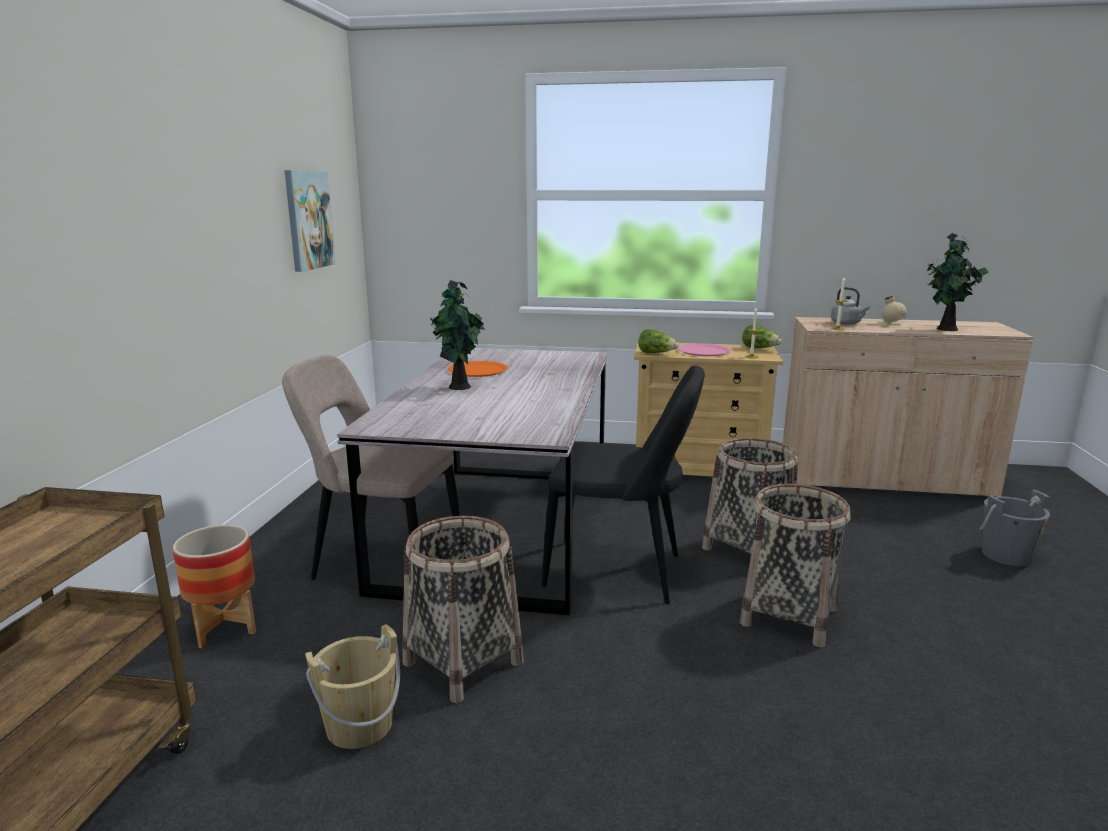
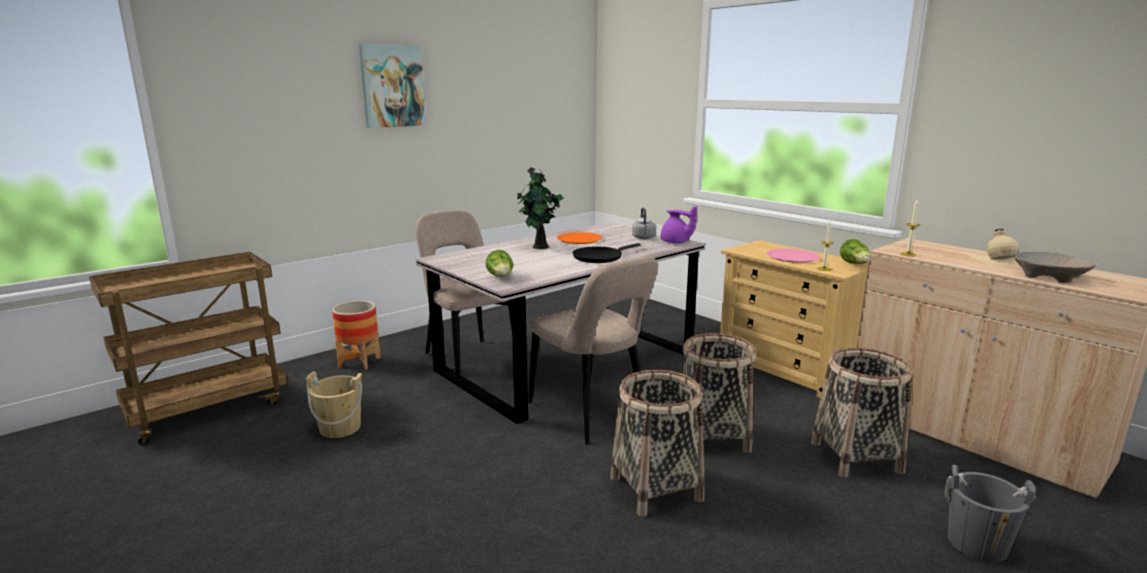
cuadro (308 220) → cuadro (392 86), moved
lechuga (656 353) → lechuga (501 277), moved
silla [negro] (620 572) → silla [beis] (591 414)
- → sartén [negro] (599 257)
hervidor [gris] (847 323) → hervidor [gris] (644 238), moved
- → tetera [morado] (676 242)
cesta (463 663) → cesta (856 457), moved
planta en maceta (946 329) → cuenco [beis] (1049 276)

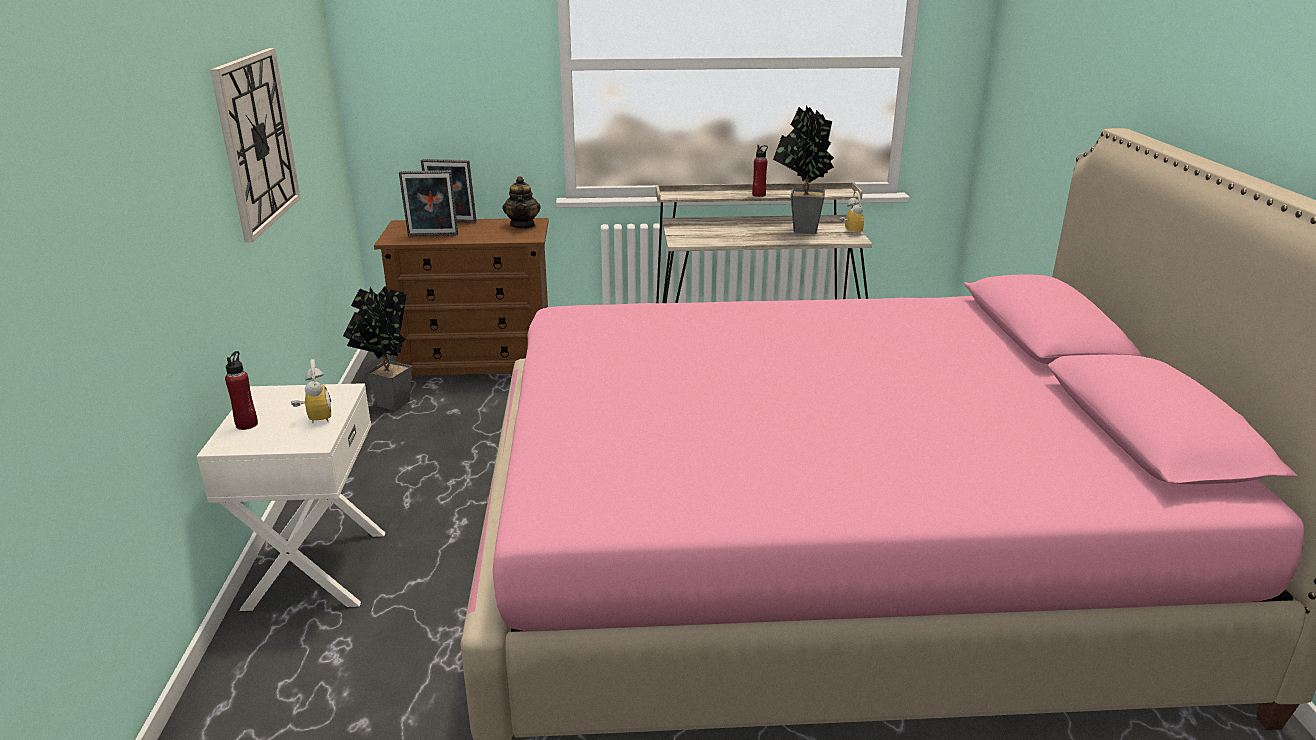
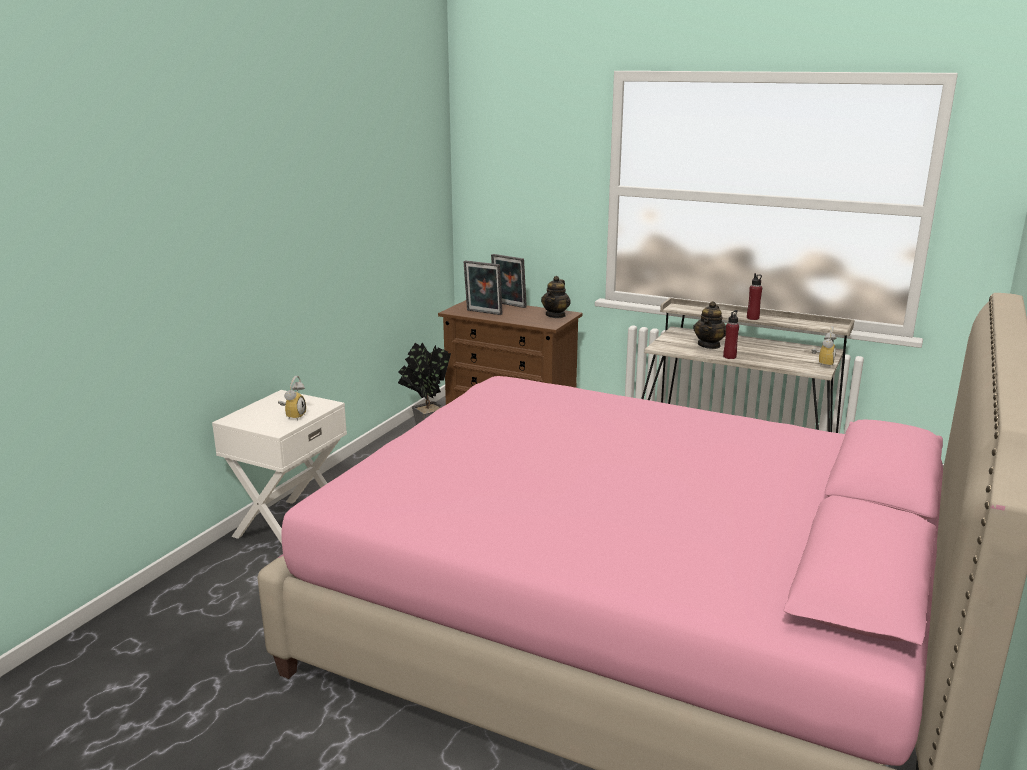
- → tetera (709 345)
botella [rojo] (247 424) → botella [rojo] (729 357), moved
reloj de pared (256 141) → -
planta en maceta (802 231) → -

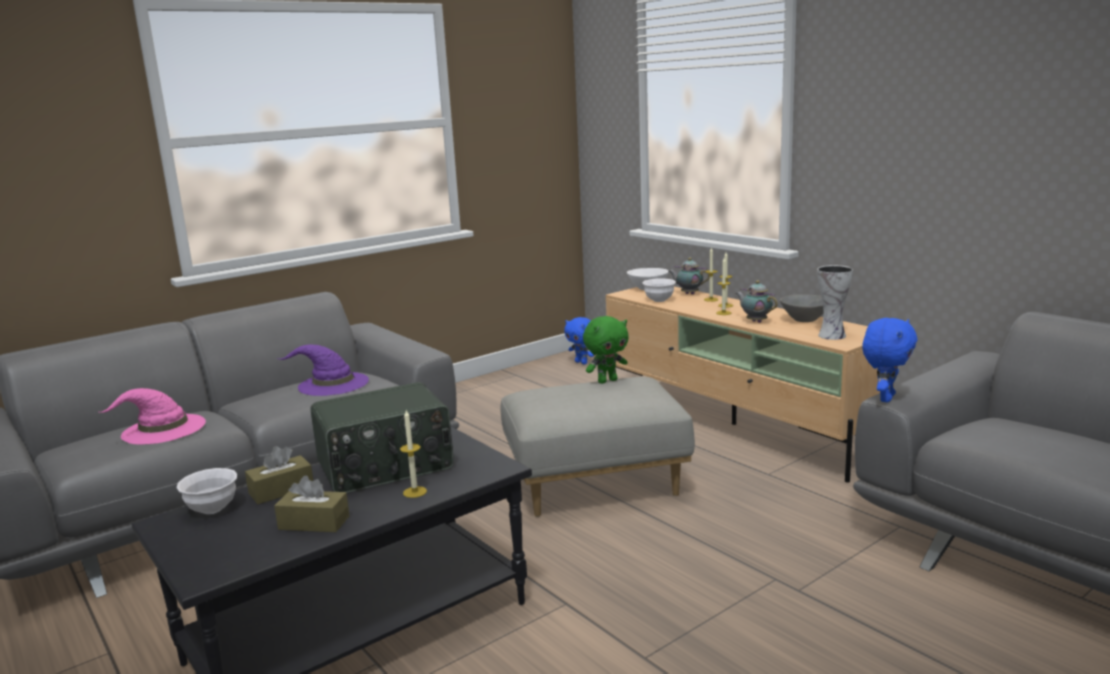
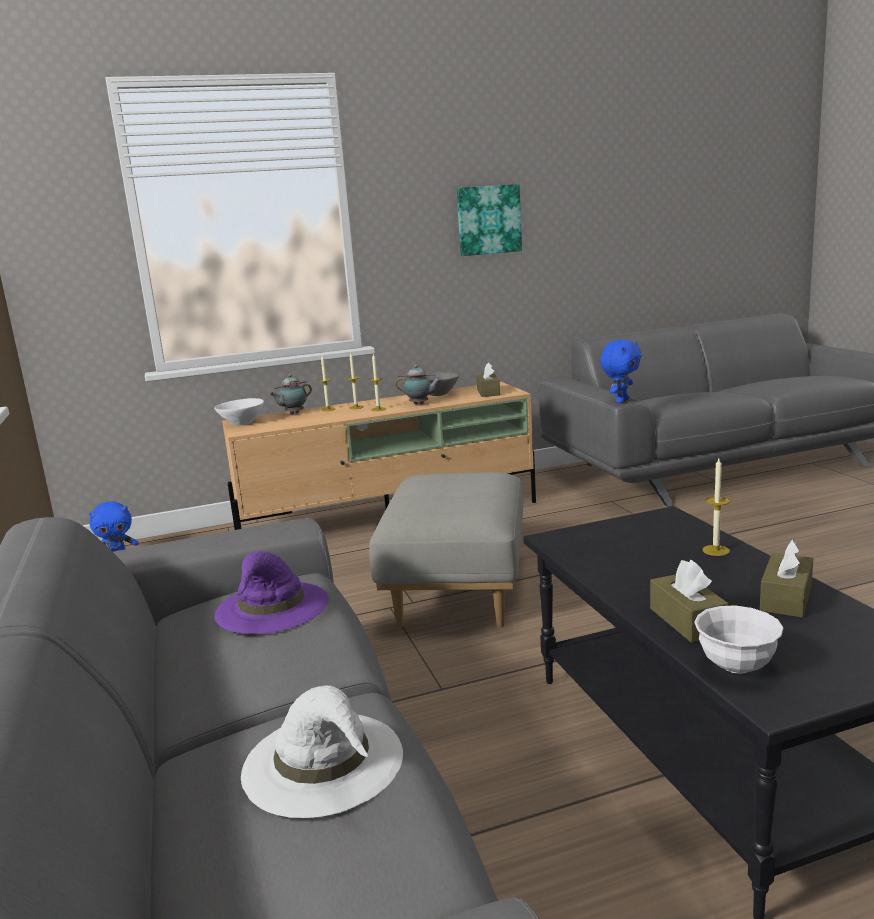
sombrero [rosa] (162 429) → sombrero [blanco] (325 763)
tetera (755 321) → tetera (420 404), 150 degrees counterclockwise
- → cuadro (488 220)
florero (832 335) → caja de pañuelos [marrón] (488 392)
peluche [azul] (885 398) → peluche [azul] (621 401), 75 degrees clockwise
radio (386 467) → -
peluche [verde] (607 381) → -
cuenco [blanco] (659 300) → -

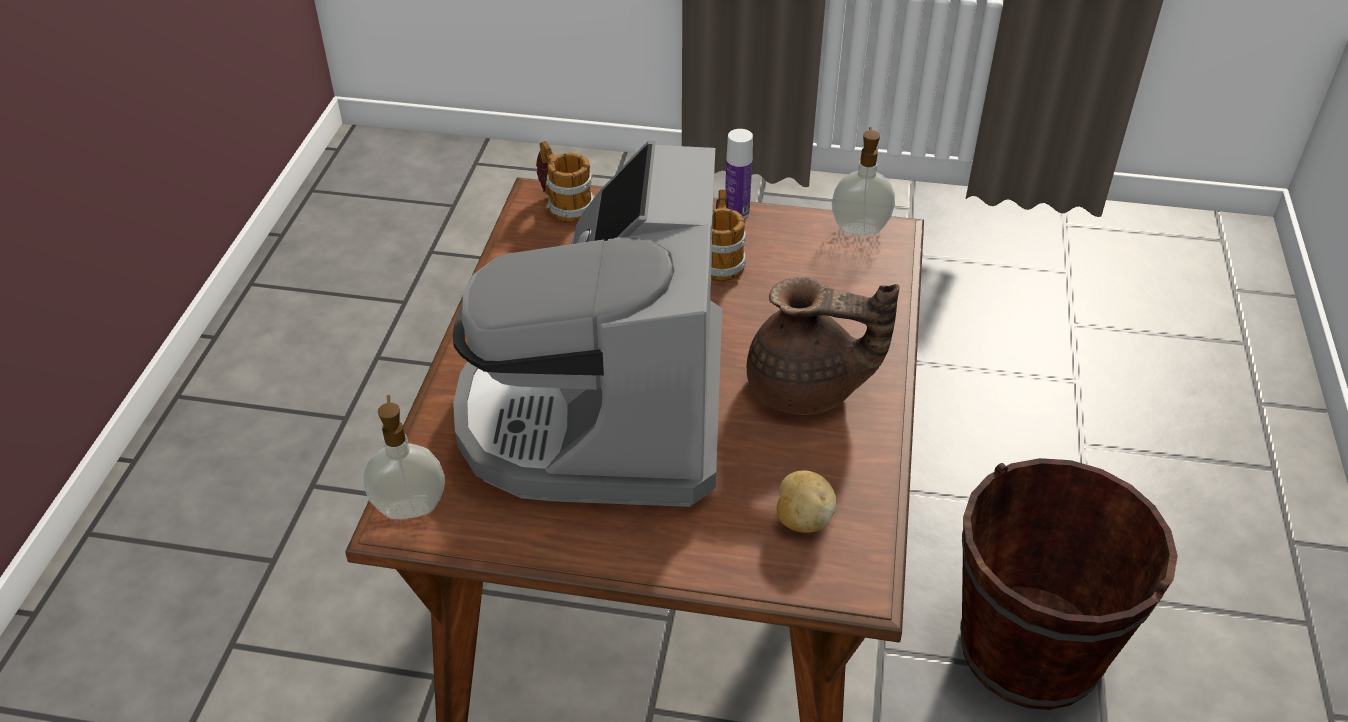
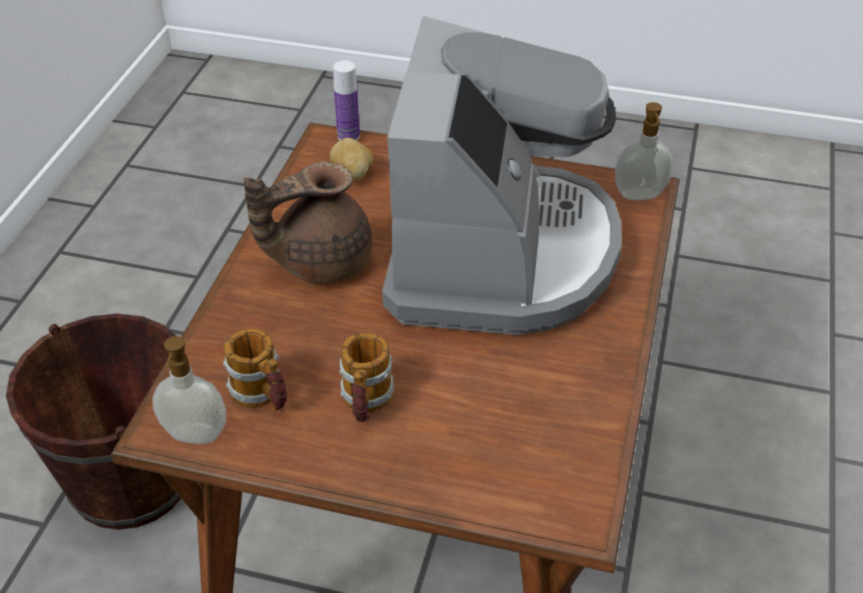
taza grande (564 204) → taza grande (262 395), moved
tetera [marrón] (806 390) → tetera [marrón] (319 261), 45 degrees counterclockwise
botella (737 212) → botella (348 136), moved

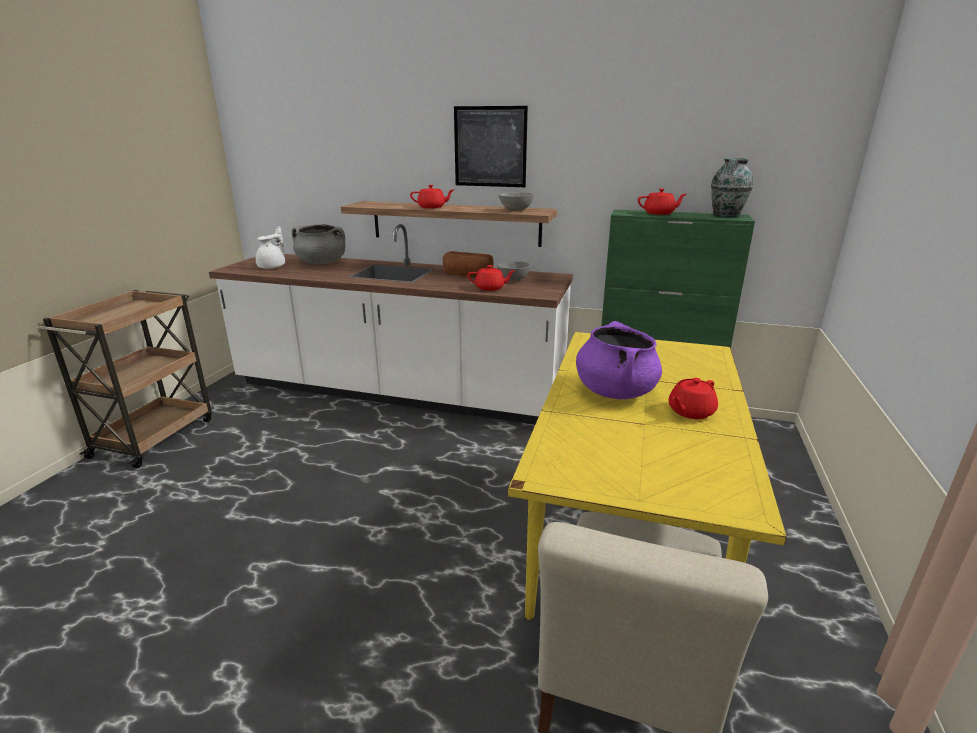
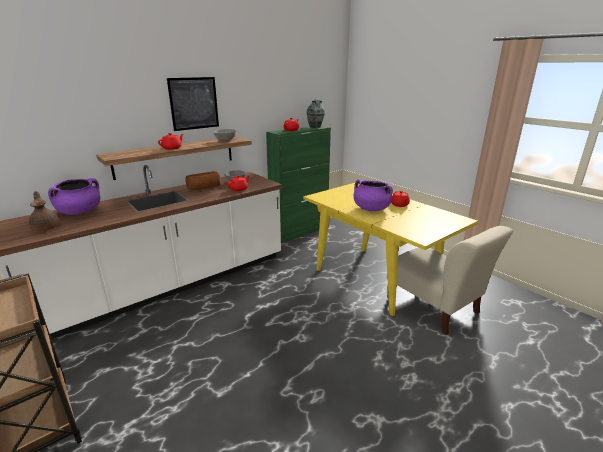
tetera [blanco] (273 267) → tetera [marrón] (47 227)
olla [gris] (321 263) → olla [morado] (80 212)

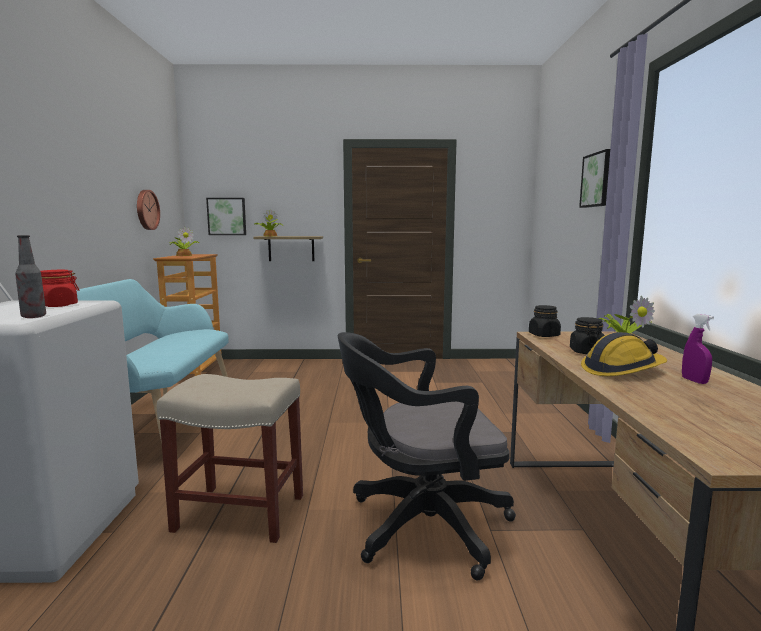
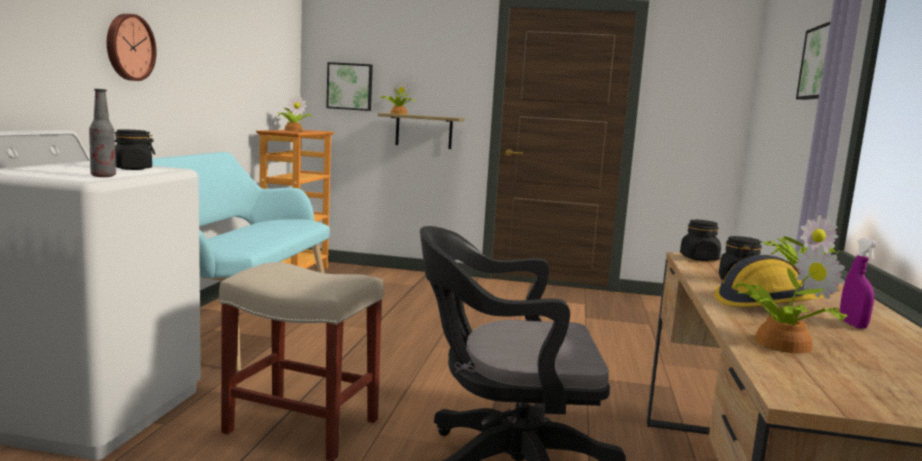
reloj de pared (146 210) → reloj de pared (128 47), moved
tarro [rojo] (58 305) → tarro [negro] (132 168)
- → planta en maceta (778 343)

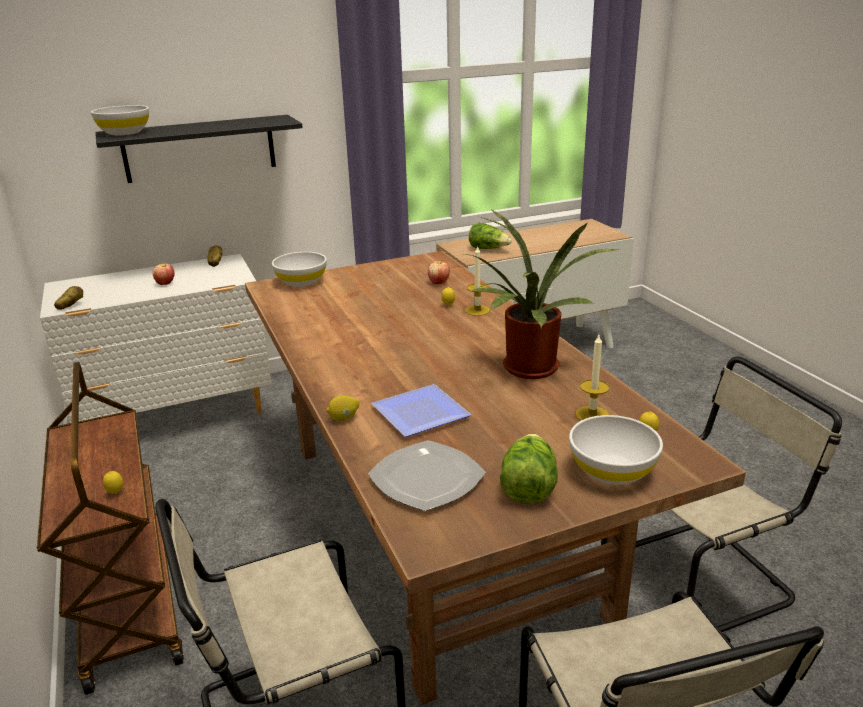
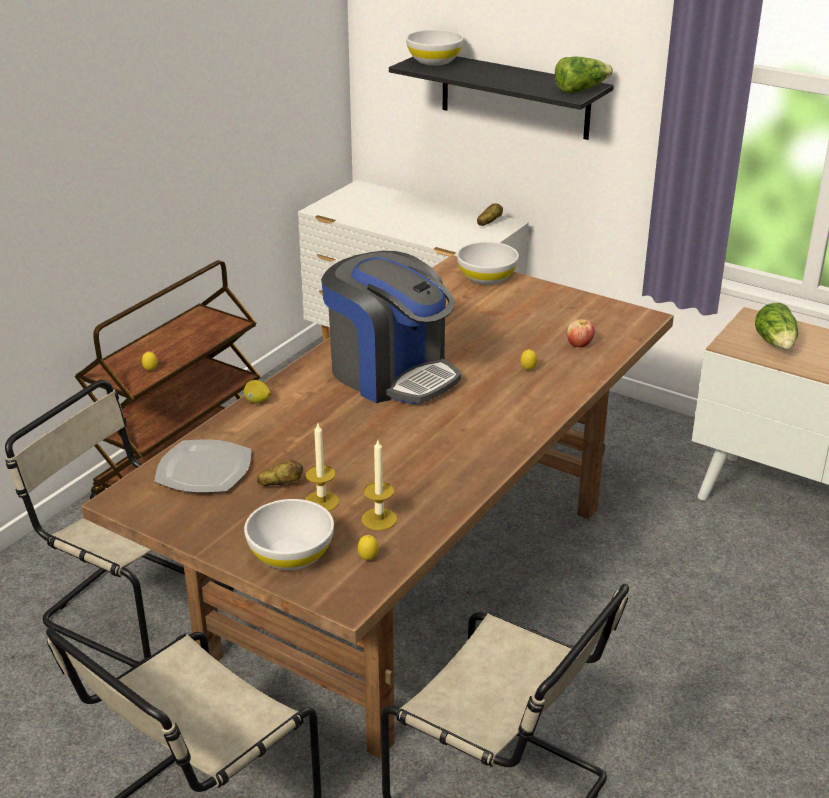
patata (70 306) → patata (281 484), moved
vela (477 310) → vela (321 501), moved
- → cafetera (391 374)
lechuga (527 485) → lechuga (580 90), moved
manzana (165 283) → -
plato (417 413) → -
planta en maceta (528 371) → -

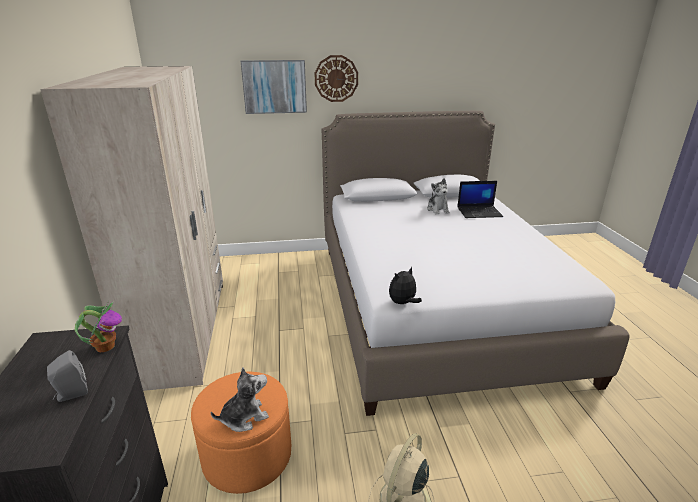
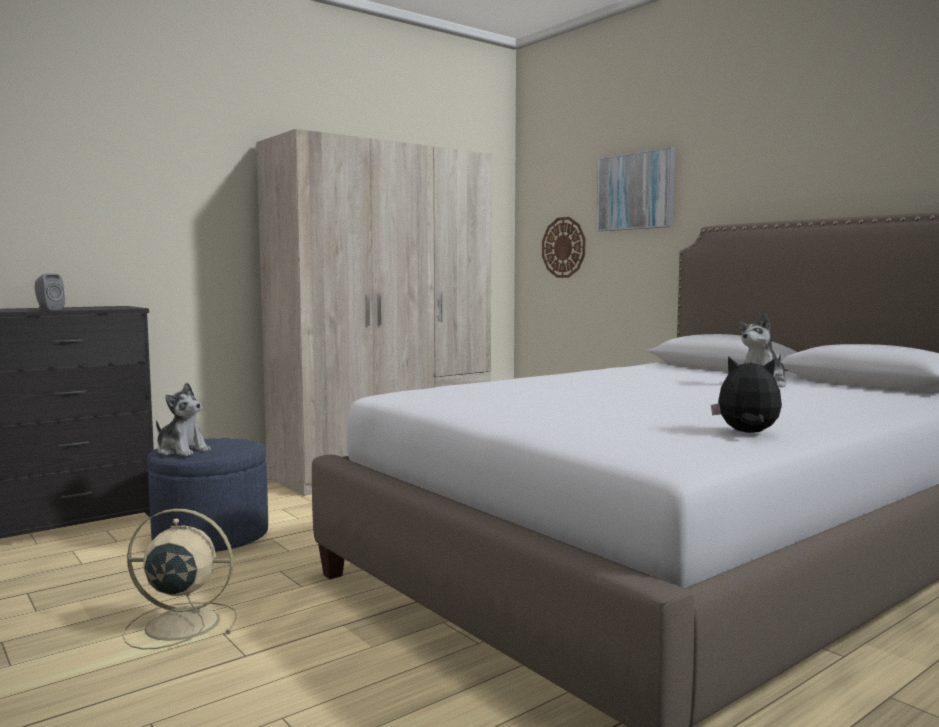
puf [naranja] (247 455) → puf [azul] (211 537)
reloj de pared (336 78) → reloj de pared (564 247), moved
peluche (403 303) → peluche (747 433), moved
planta en maceta (105 346) → -
portátil (479 212) → -

